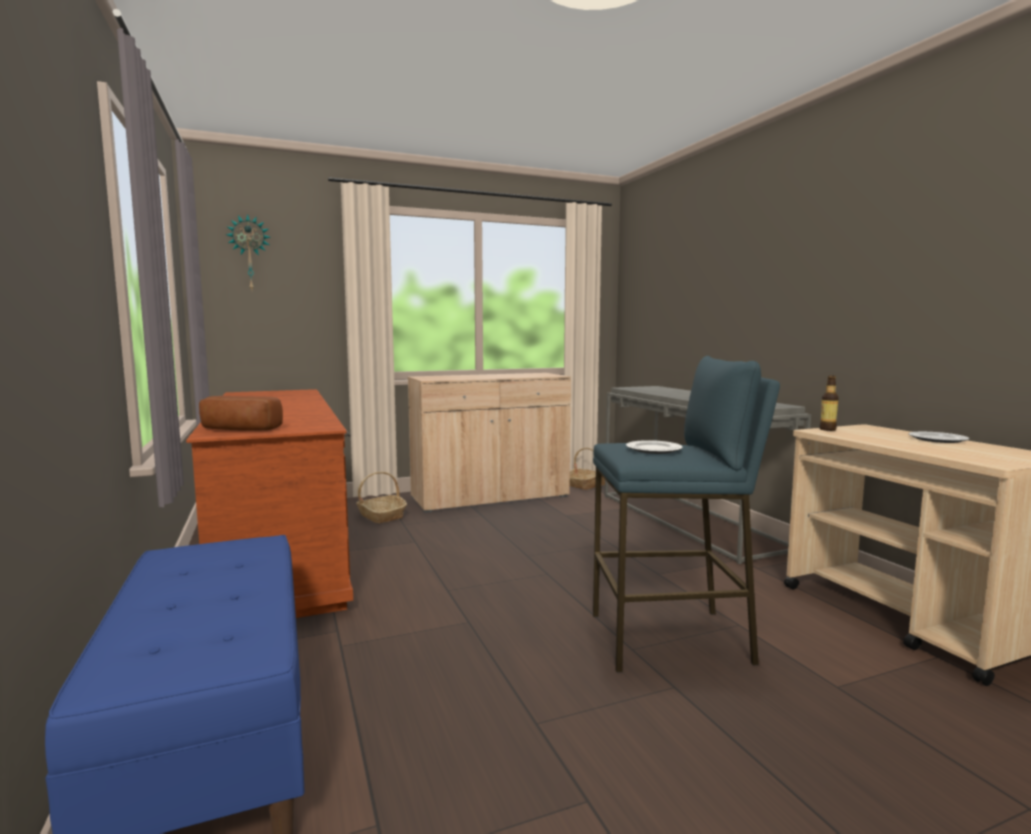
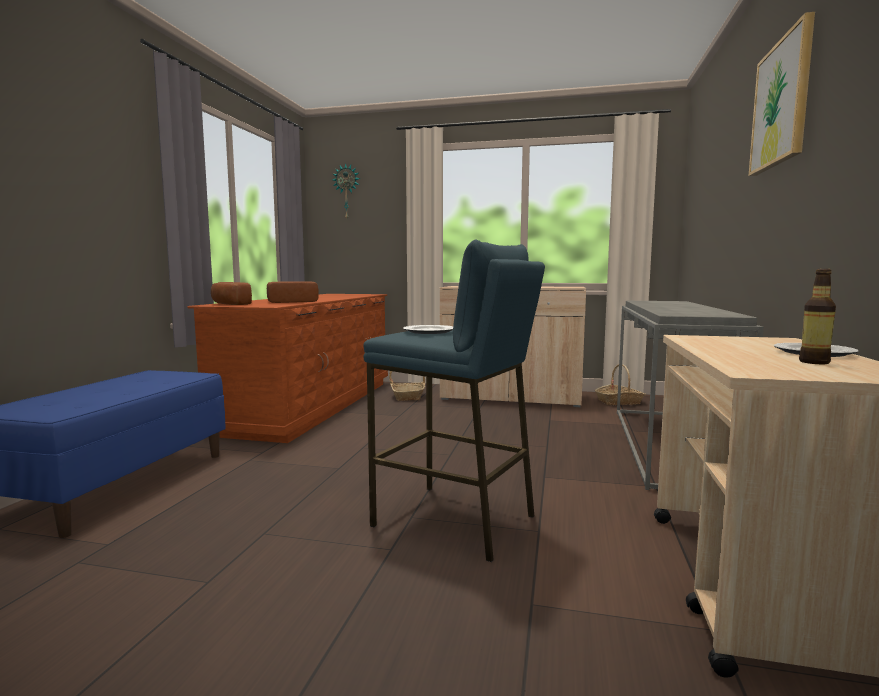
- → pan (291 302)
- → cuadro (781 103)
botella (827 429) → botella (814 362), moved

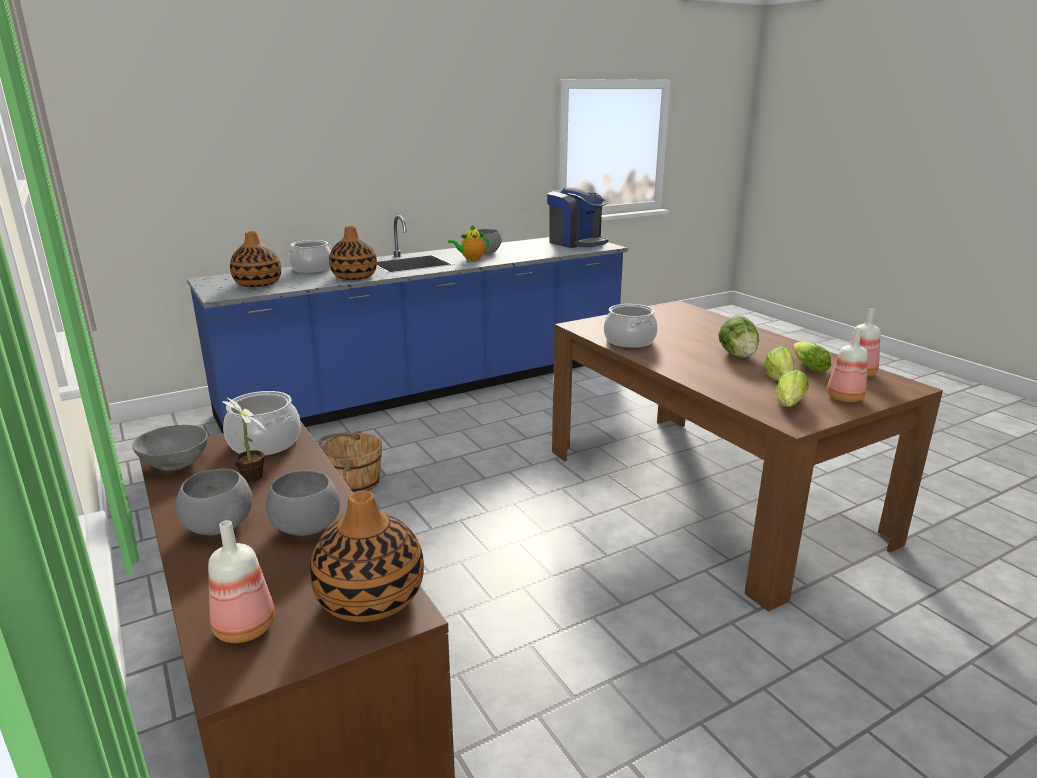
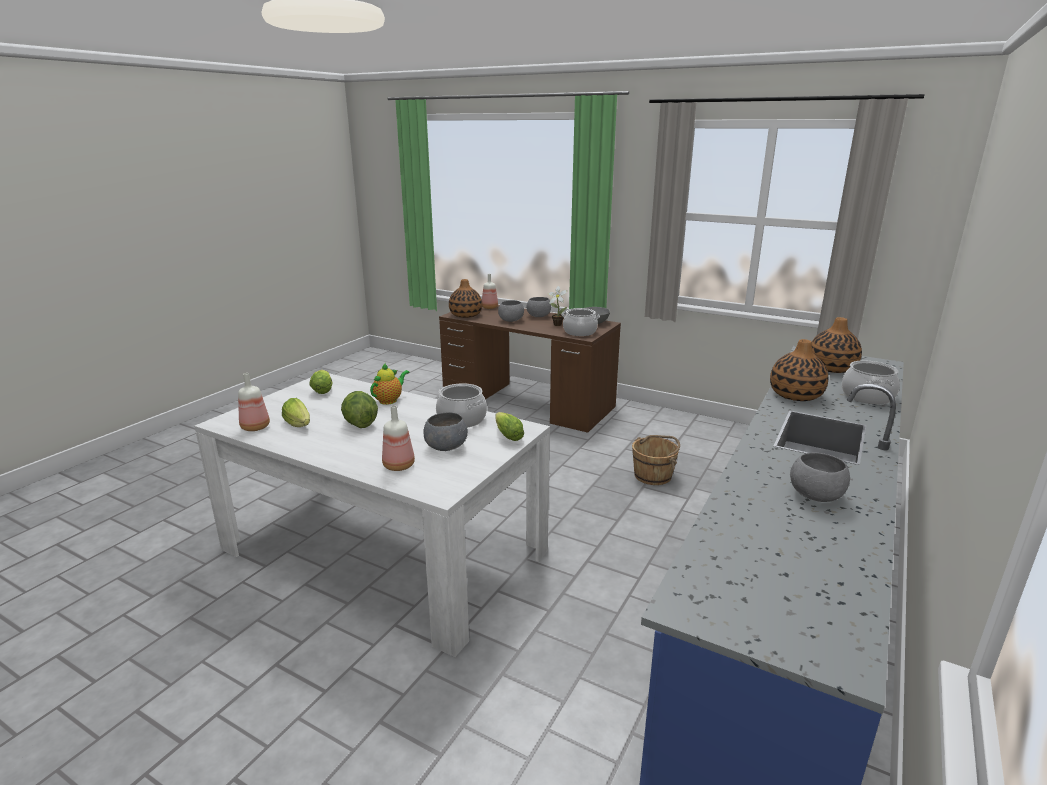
mesa de comedor [marrón] (709 493) → mesa de comedor [blanco] (383 550)
tetera (471 259) → tetera (389 400), moved
botella (844 398) → botella (399 465), moved
- → cuenco [gris] (445 446)
lechuga (779 379) → lechuga (507 434), moved
cafetera (576 242) → -

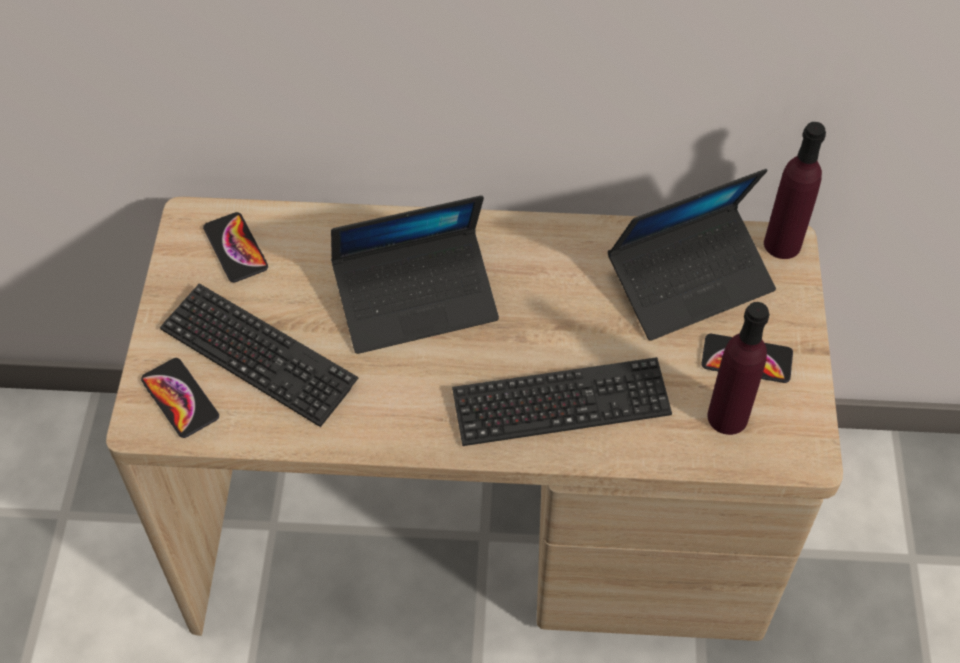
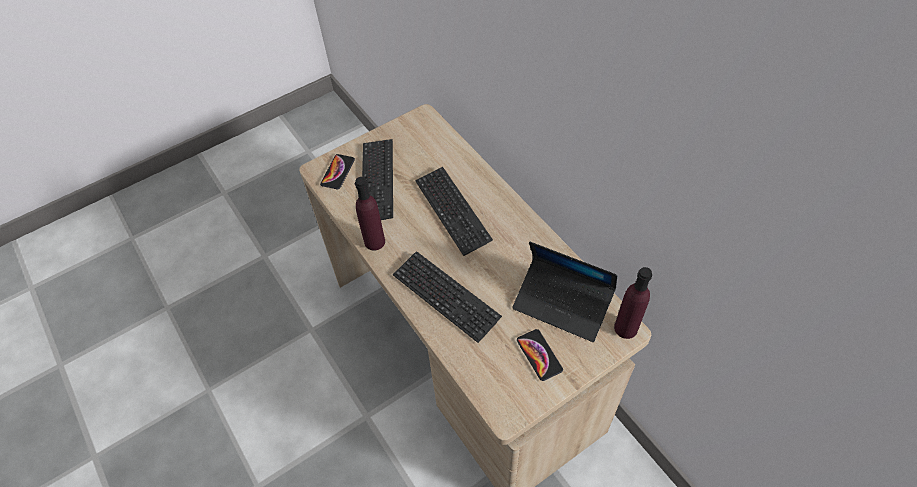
botella [morado] (727 417) → botella [morado] (374 241), moved
portátil (416 301) → teclado (452 211)
móvil (235 248) → -

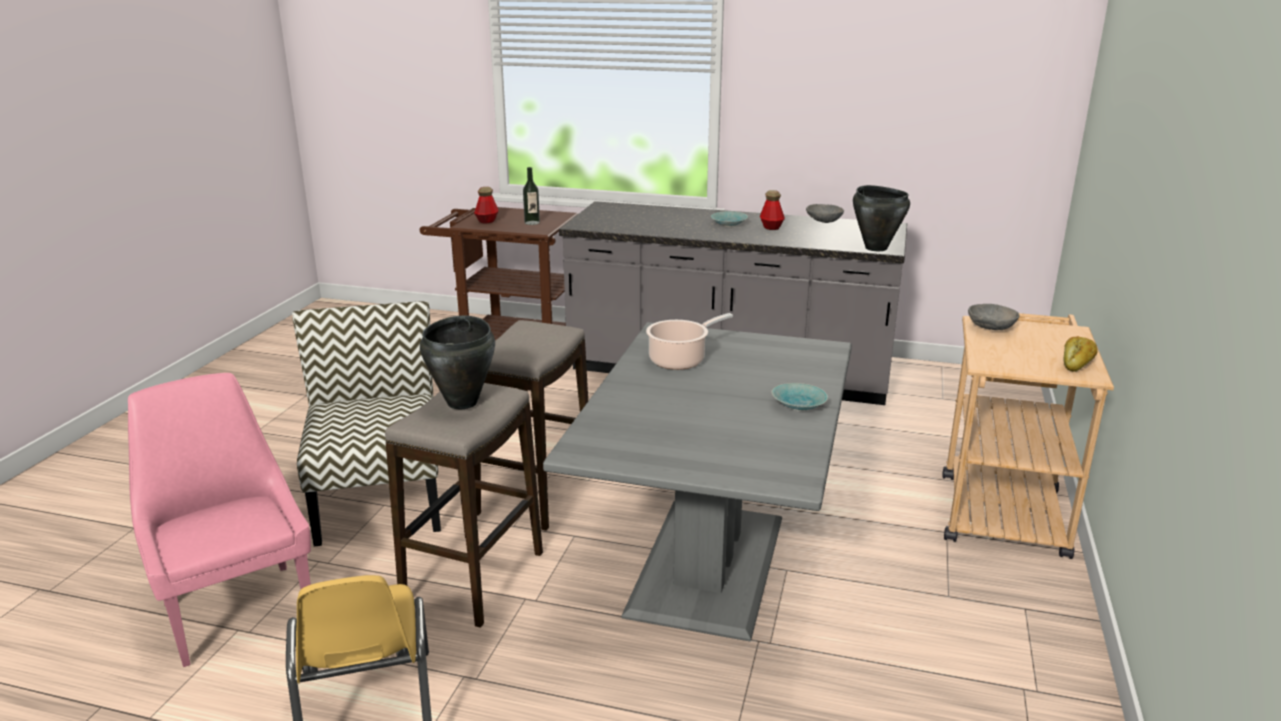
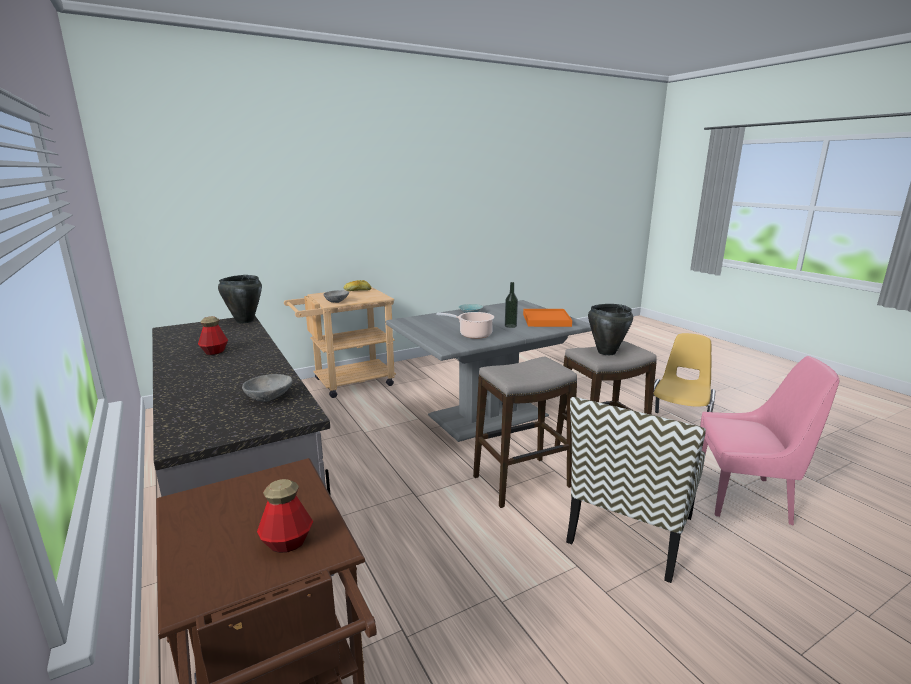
cuenco [gris] (823 222) → cuenco [gris] (270 398), moved
botella (532 223) → botella (510 326), moved
- → bandeja [naranja] (546 320)
silla [rosa] (237 609) → silla [rosa] (745 497), 90 degrees counterclockwise
cuenco [turquesa] (729 224) → -

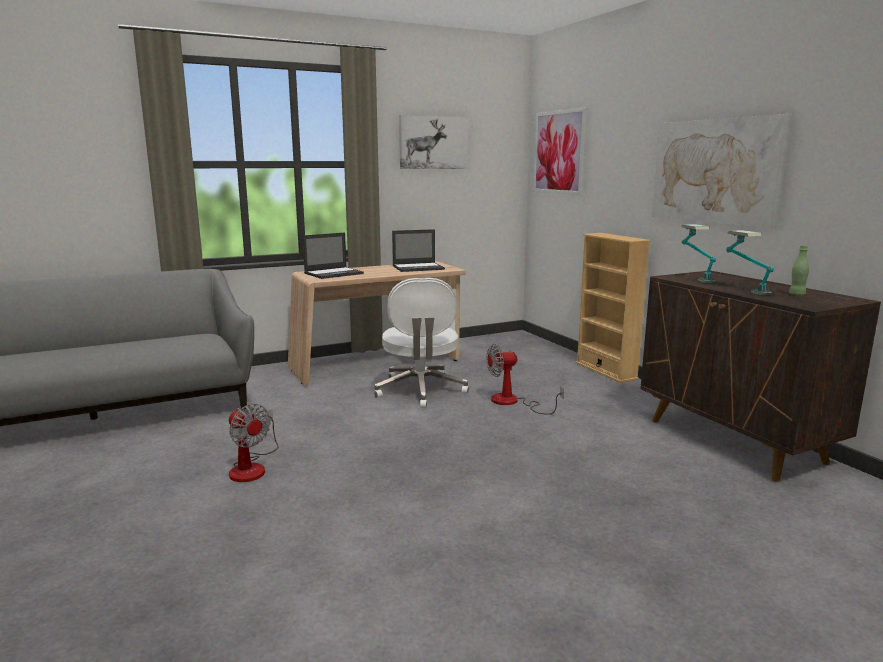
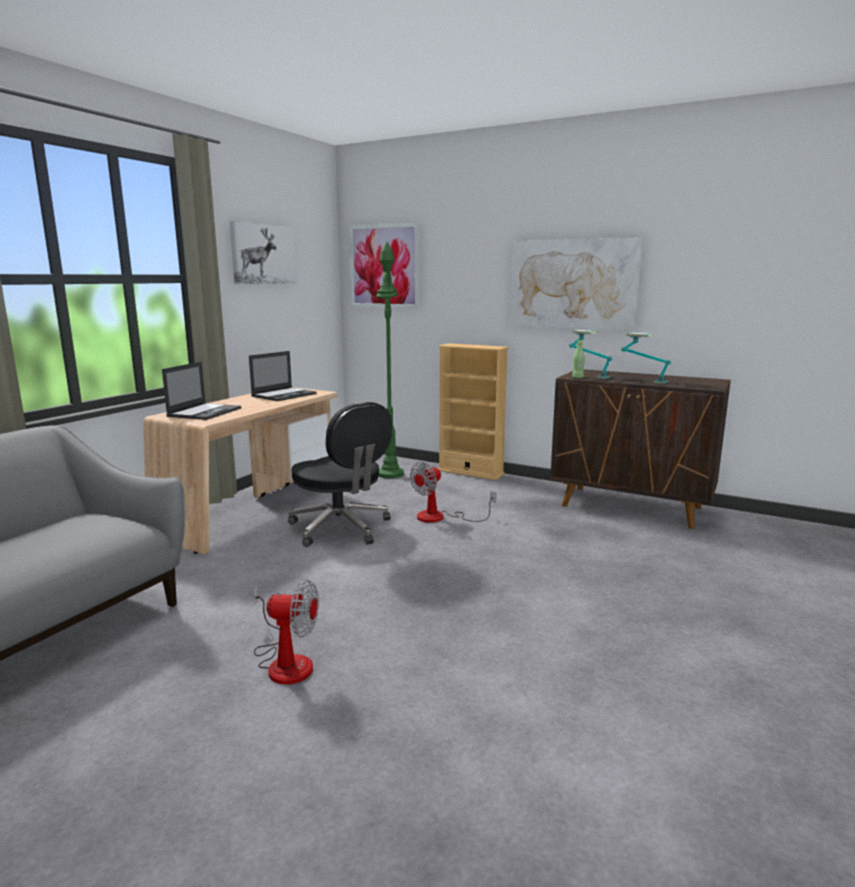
silla de oficina [blanco] (420 391) → silla de oficina [negro] (341 528)
- → lámpara de pie [verde] (390 474)
botella [verde] (796 294) → botella [verde] (577 377), moved

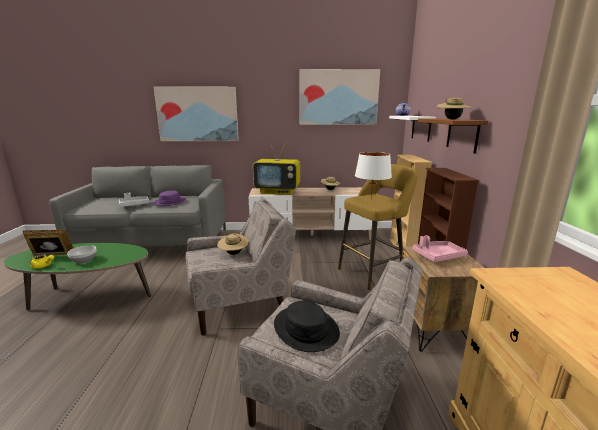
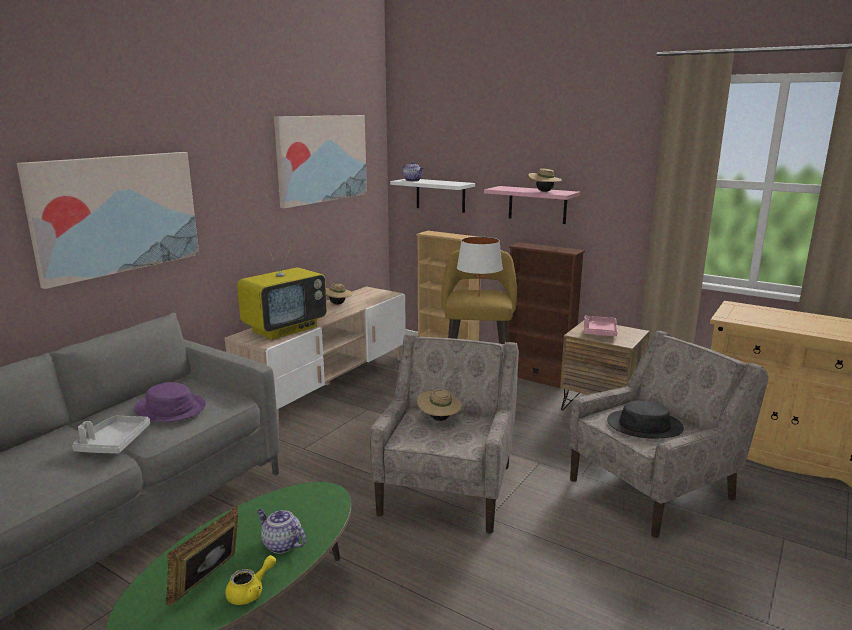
cuenco (84 260) → tetera (281 544)
estante [marrón] (462 134) → estante [rosa] (537 204)

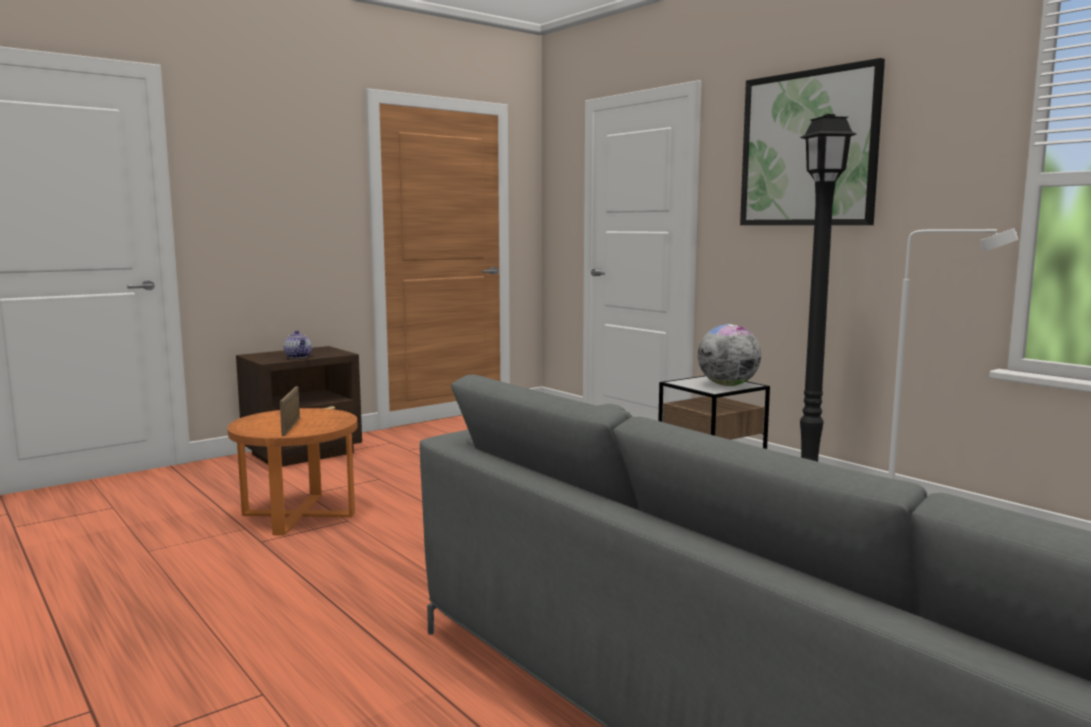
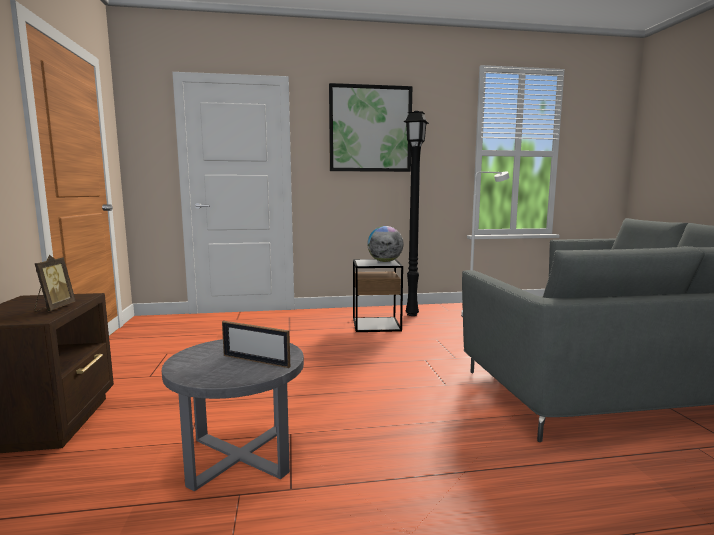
tetera (299 357) → portarretratos (54 308)
mesa auxiliar [naranja] (298 514) → mesa auxiliar [gris] (240 455)

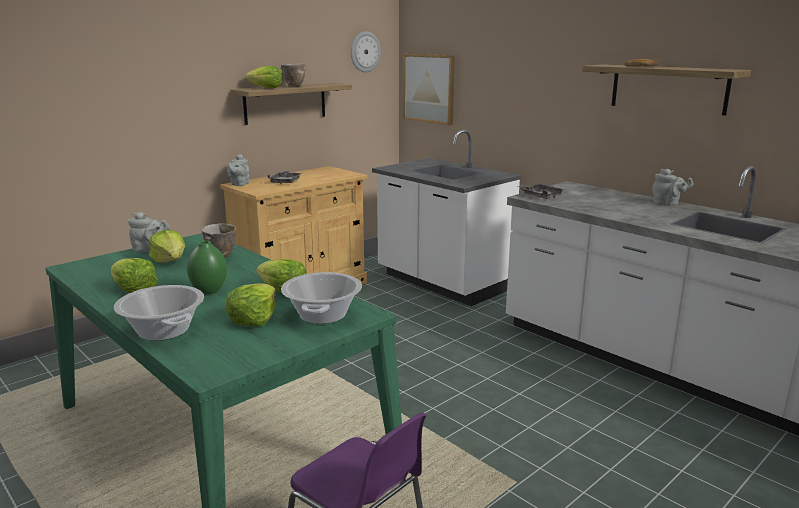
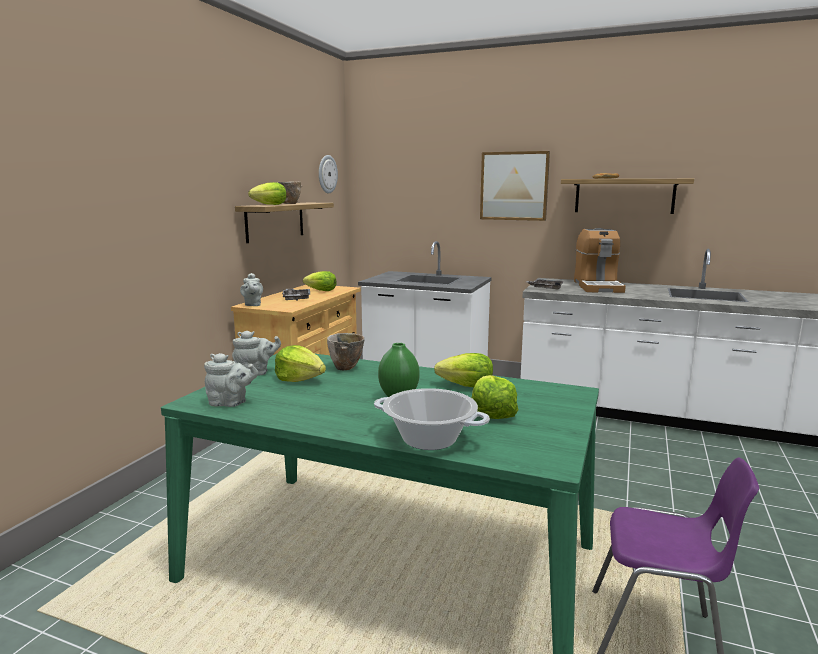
tetera [gris] (667 203) → tetera [gris] (230 403), moved
lechuga (134 289) → lechuga (321 291), moved
cuadro (429 88) → cuadro (514 186), moved
- → cafetera (597 286)
olla (323 315) → -

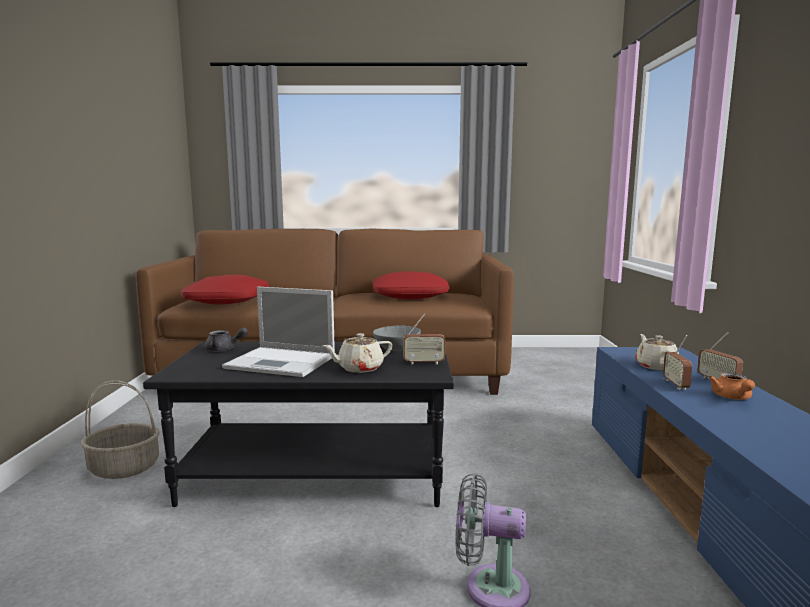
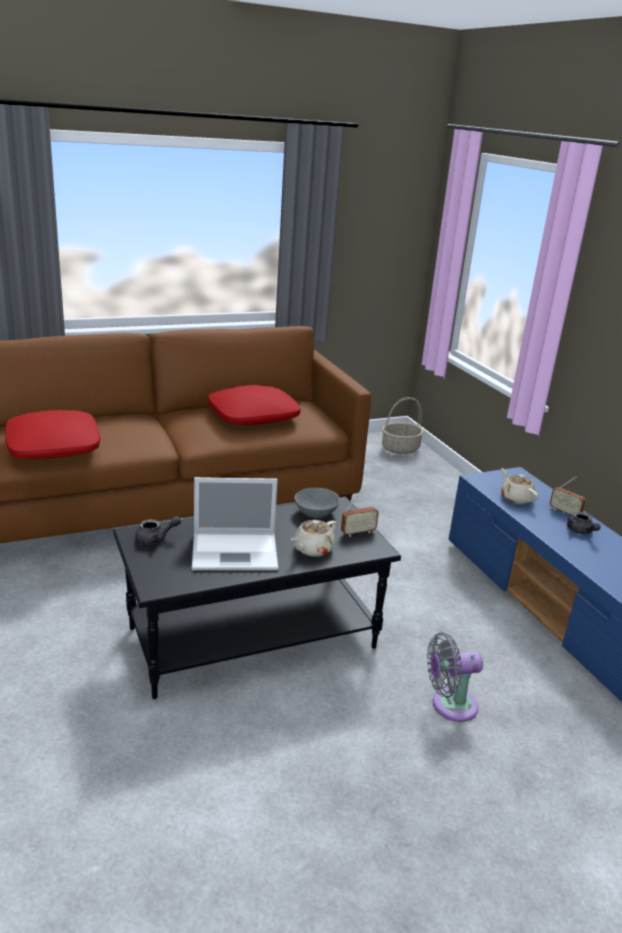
cesta (125 468) → cesta (400 448), moved
tetera [naranja] (732 398) → tetera [gris] (581 532)
radio (676 384) → -

